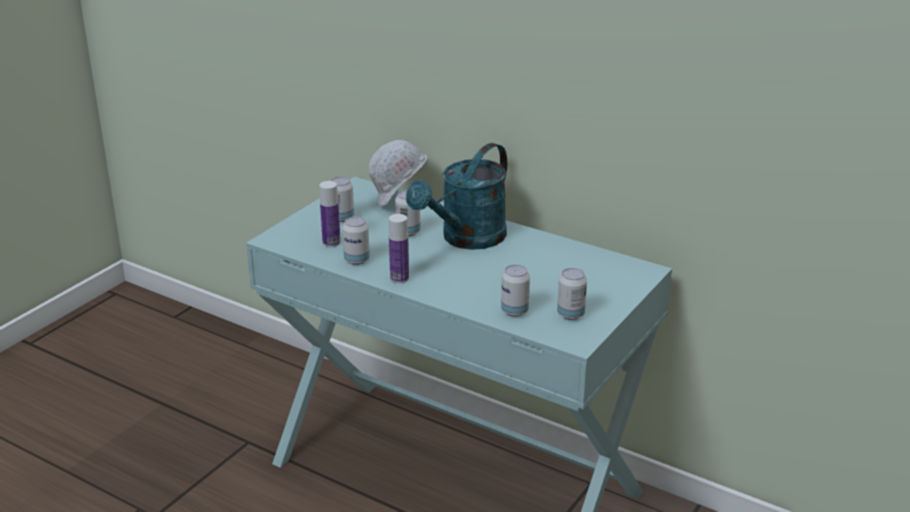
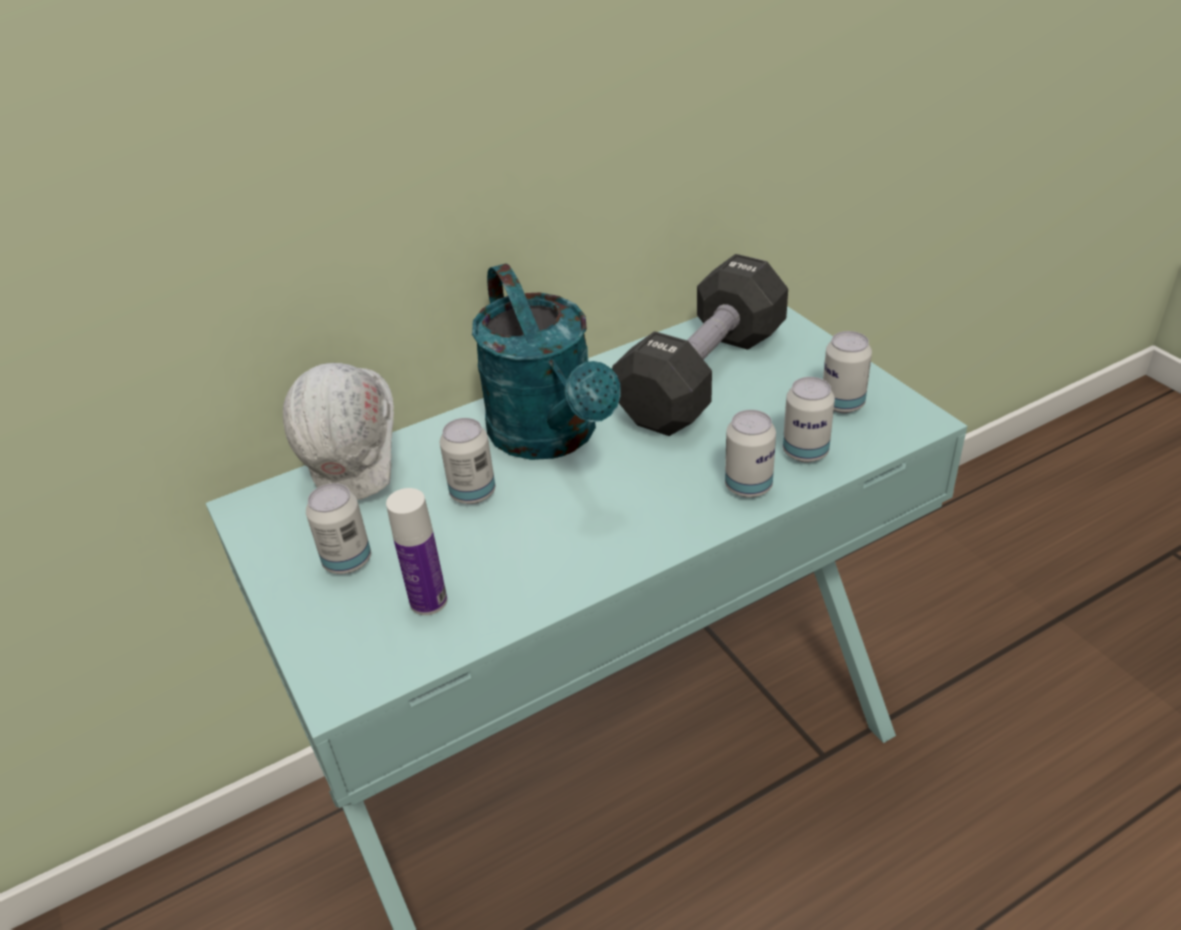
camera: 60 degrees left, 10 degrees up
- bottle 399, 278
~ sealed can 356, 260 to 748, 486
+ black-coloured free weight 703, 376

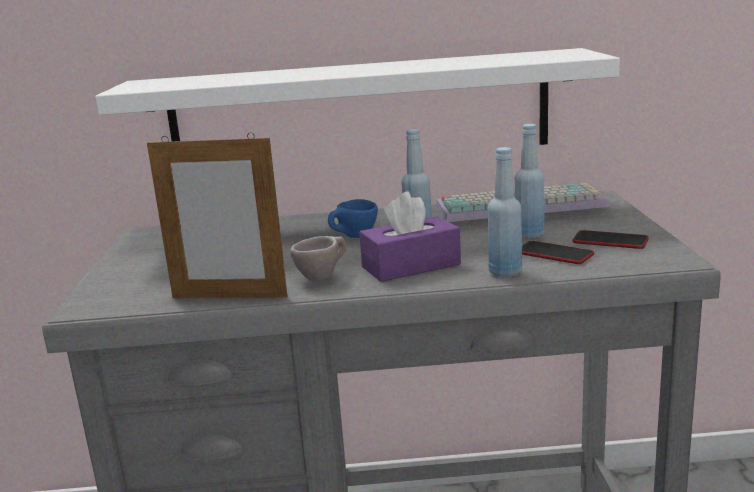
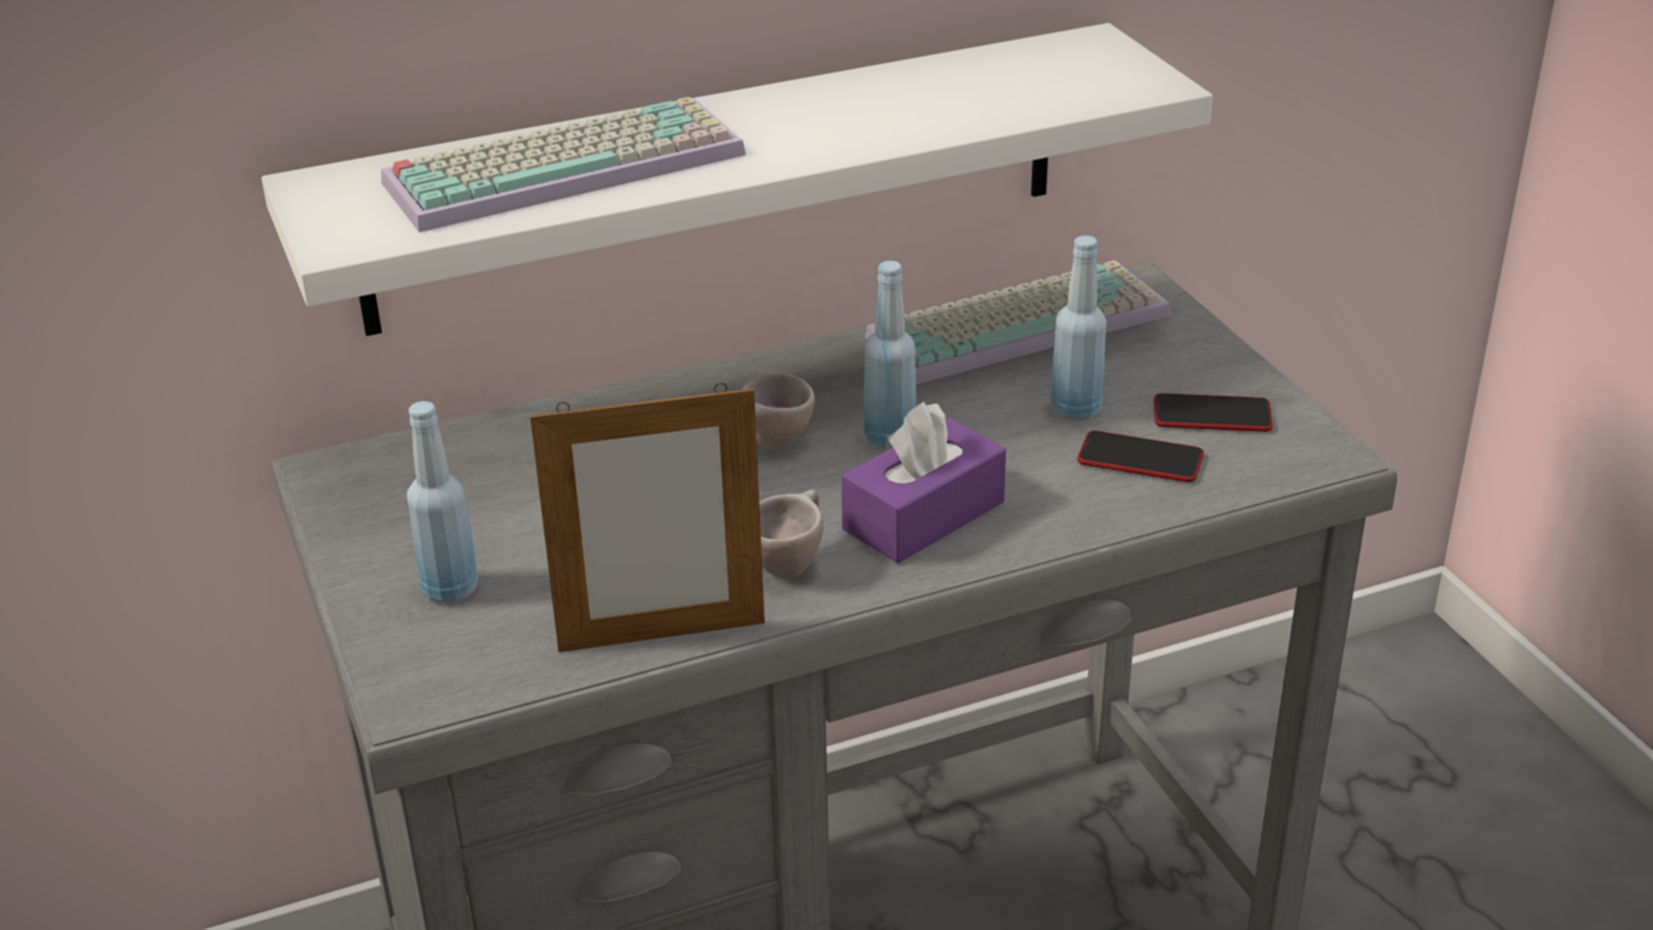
camera: 20 degrees left, 15 degrees up
~ bluish bottle 505, 272 to 450, 589
~ bluish drinking cup 353, 237 to sand-coloured drinking cup 771, 447
+ computer keyboard 567, 165

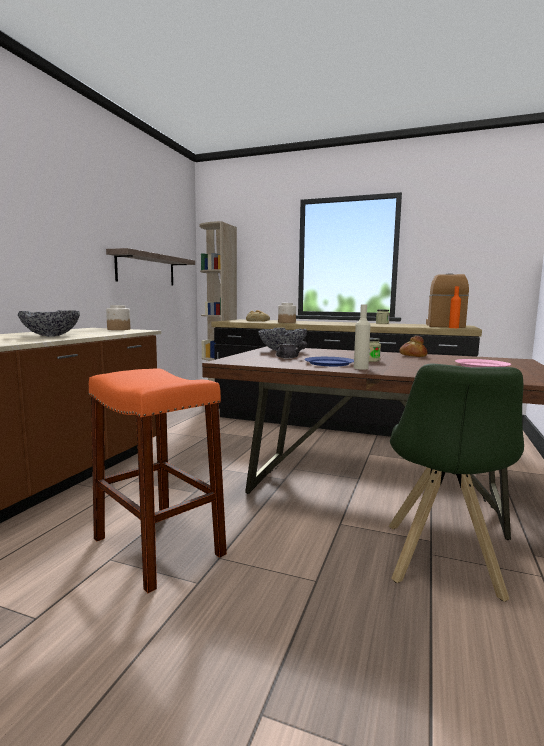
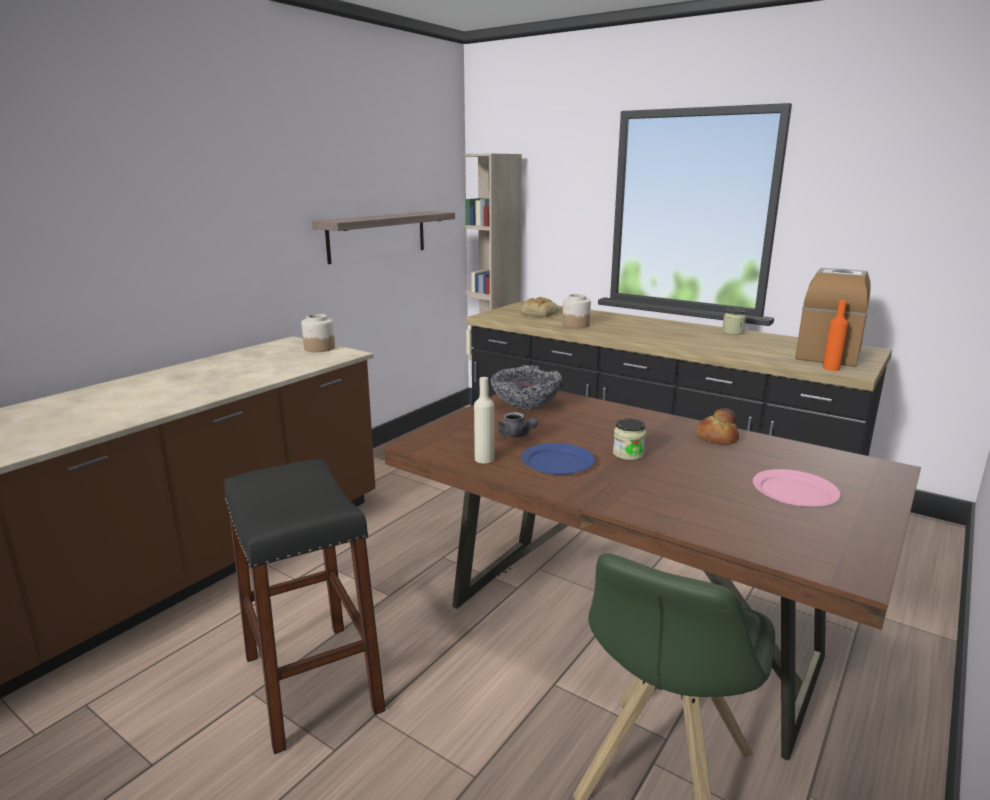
camera: 15 degrees right, 10 degrees up
~ sand-coloured bottle 361, 368 to 484, 459
- deep dish 50, 336
~ orange stool seat 158, 546 to black-coloured stool seat 312, 682

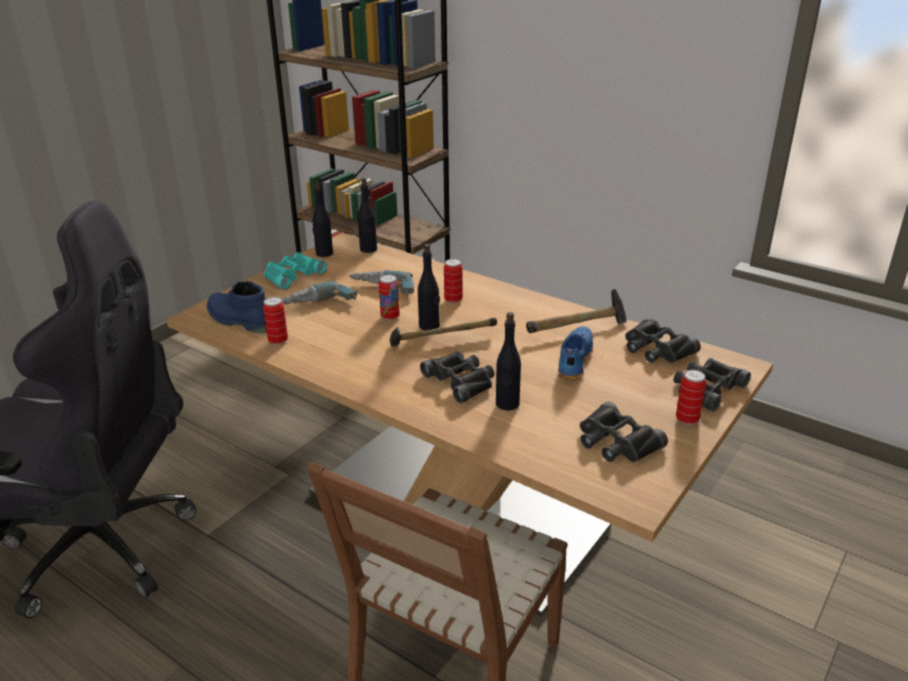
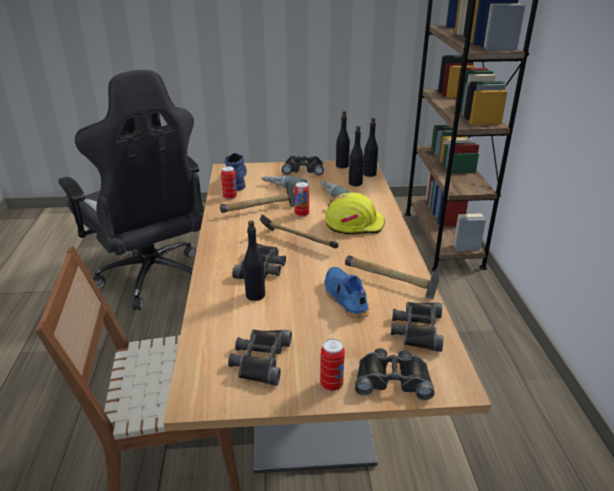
camera: 50 degrees right, 0 degrees up
~ black-coloured bottle 429, 326 to 355, 183
~ turquoise pair of binoculars 292, 275 to black-coloured pair of binoculars 303, 169
~ sealed can 453, 300 to yellow-coloured safety helmet 354, 224
~ bluish low shoe 573, 361 = 344, 299 90 degrees counterclockwise
+ tool hammer 261, 210

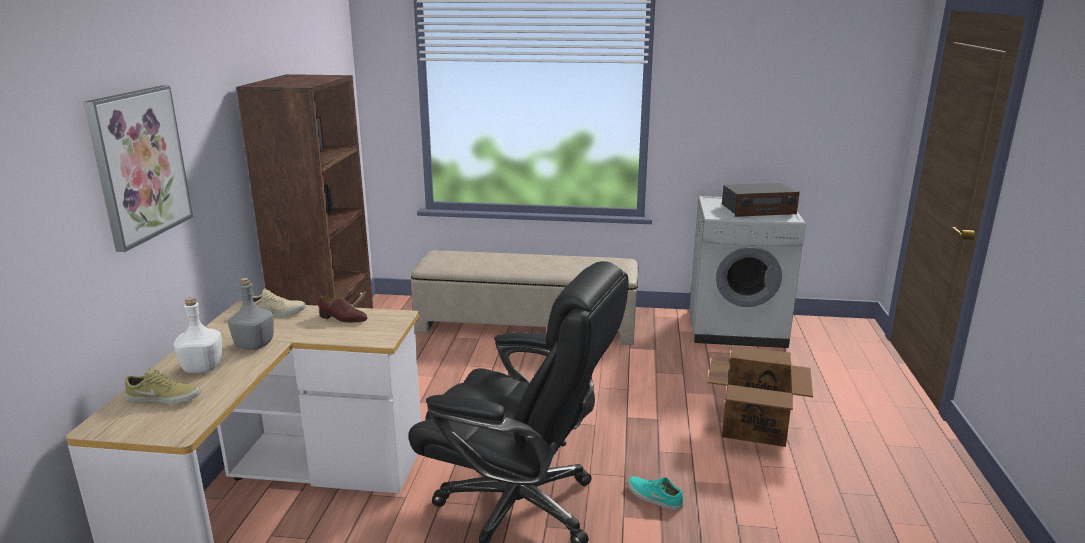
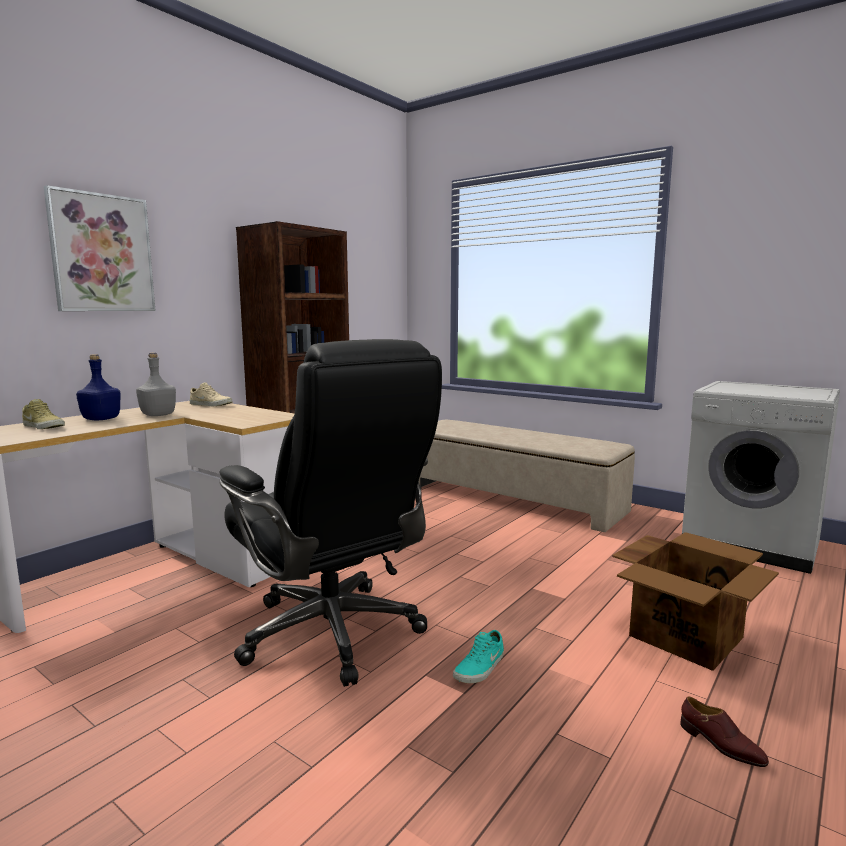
camera: 30 degrees right, 10 degrees down
- radio set 758, 209
~ brown low shoe 343, 318 to 721, 745
~ white bottle 202, 368 to bluish bottle 100, 419
~ turquoise low shoe 654, 497 = 480, 668 120 degrees counterclockwise

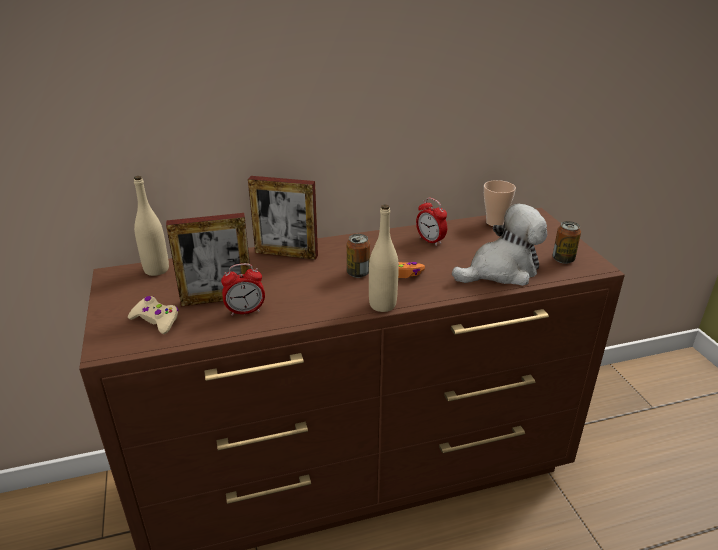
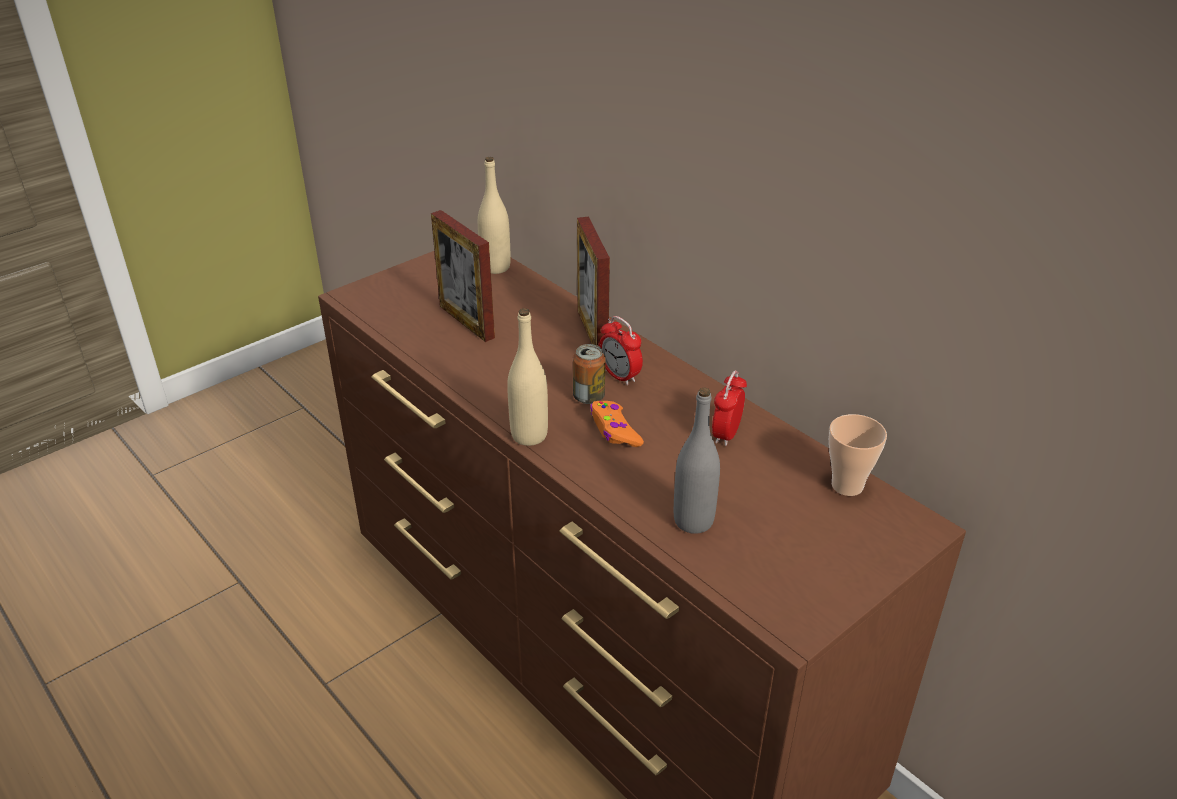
camera: 65 degrees right, 5 degrees up
~ cuddly toy 501, 271 to grey bottle 693, 521
- sealed can 563, 259
~ alarm clock 245, 311 to 620, 376
- sand-coloured gamepad 156, 320

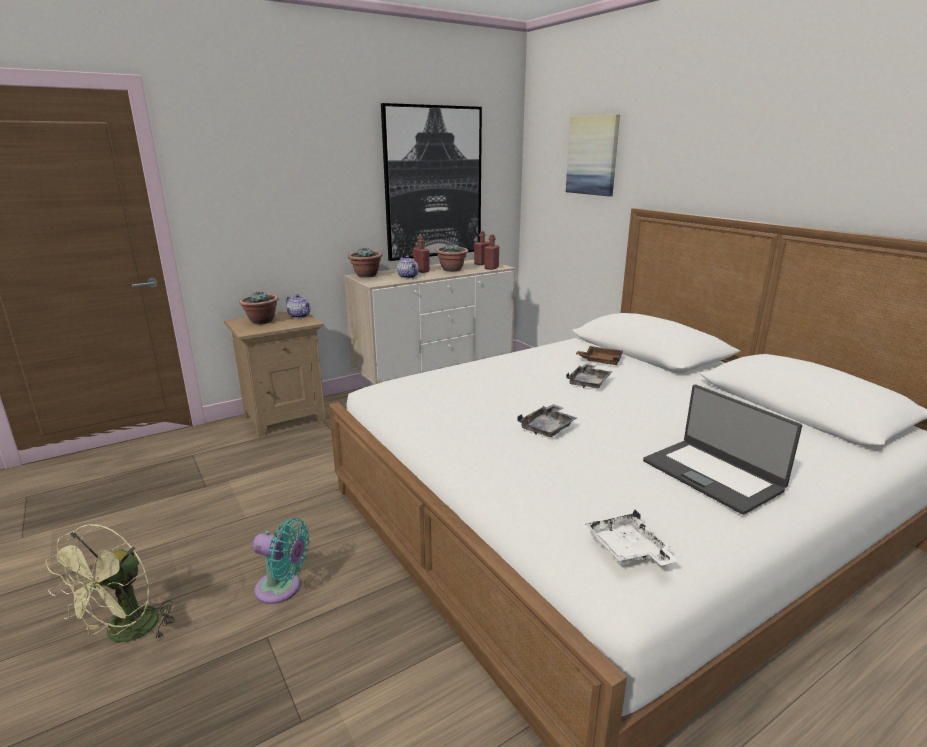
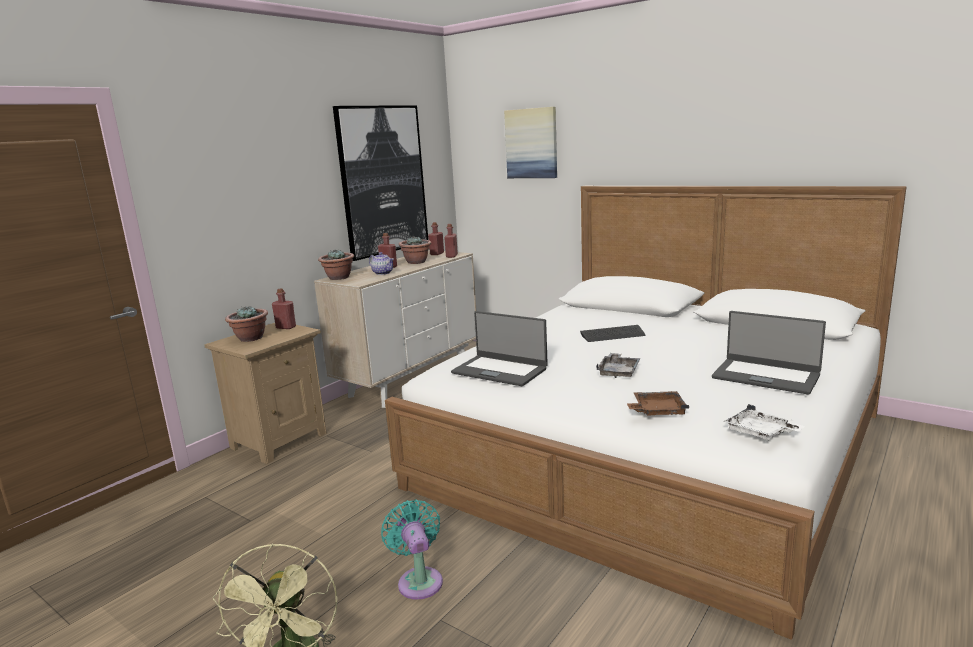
camera: 20 degrees left, 5 degrees down
~ pot for tea 300, 316 to reddish bottle 286, 327
~ brown carrying tray 601, 361 to 657, 411
~ grey carrying tray 589, 382 to computer keyboard 612, 335
~ turquoise cooling fan 282, 589 = 419, 580 105 degrees counterclockwise
+ laptop 500, 370

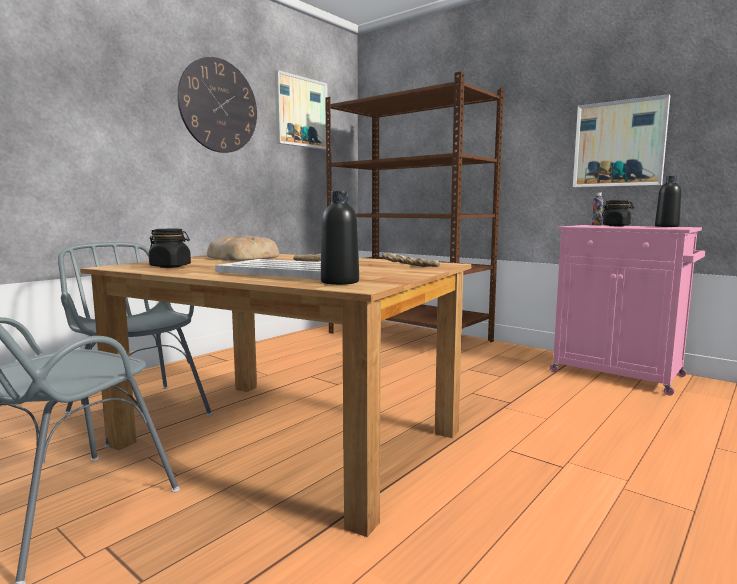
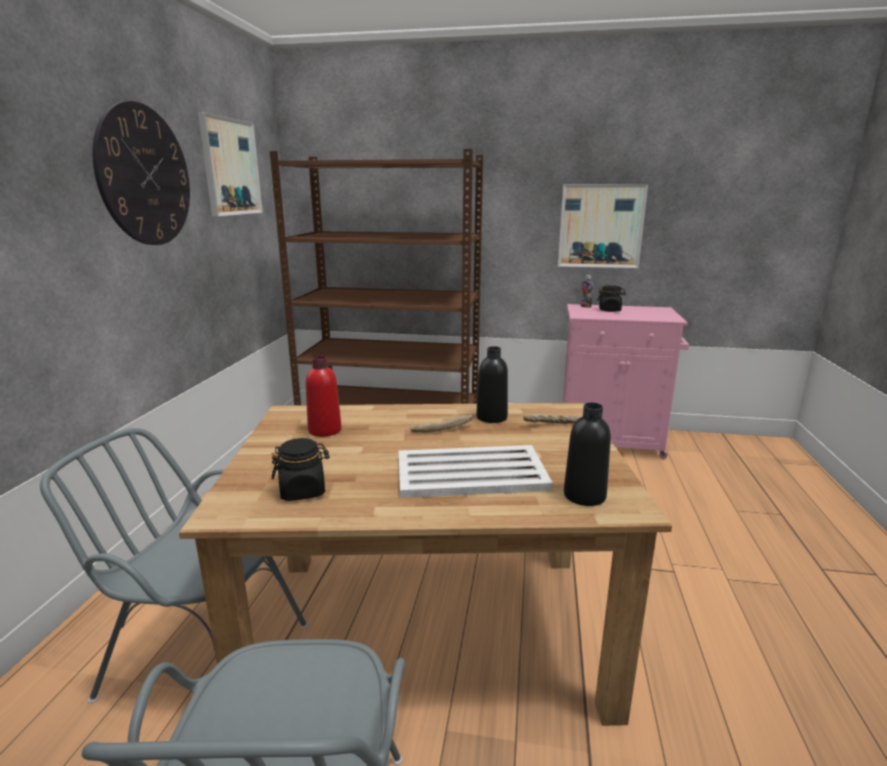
camera: 30 degrees left, 10 degrees up
~ black-coloured bottle 666, 226 to 491, 417
~ bread 243, 257 to reddish bottle 325, 430

